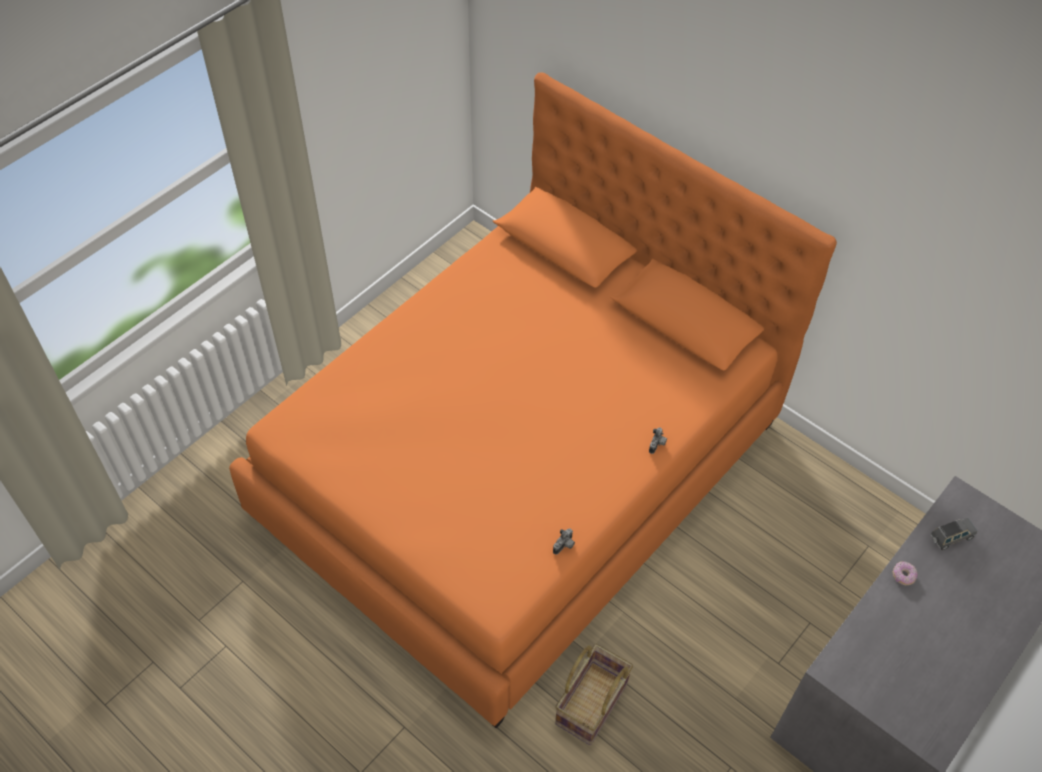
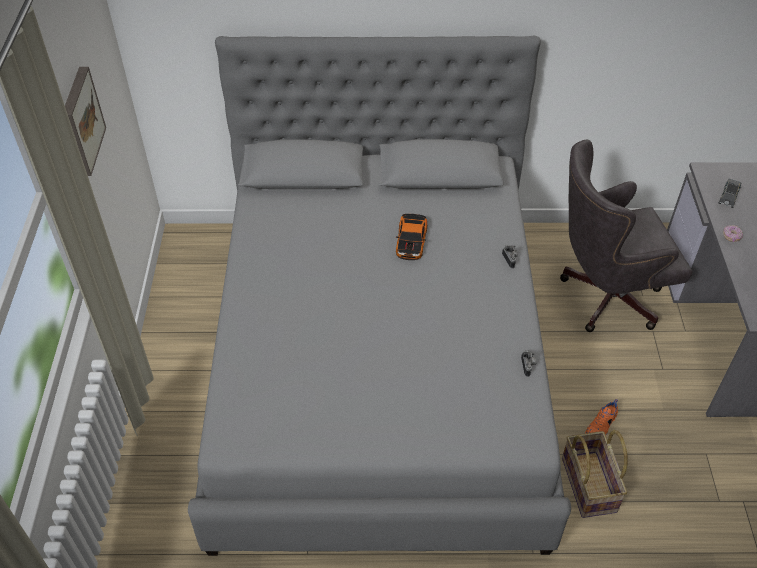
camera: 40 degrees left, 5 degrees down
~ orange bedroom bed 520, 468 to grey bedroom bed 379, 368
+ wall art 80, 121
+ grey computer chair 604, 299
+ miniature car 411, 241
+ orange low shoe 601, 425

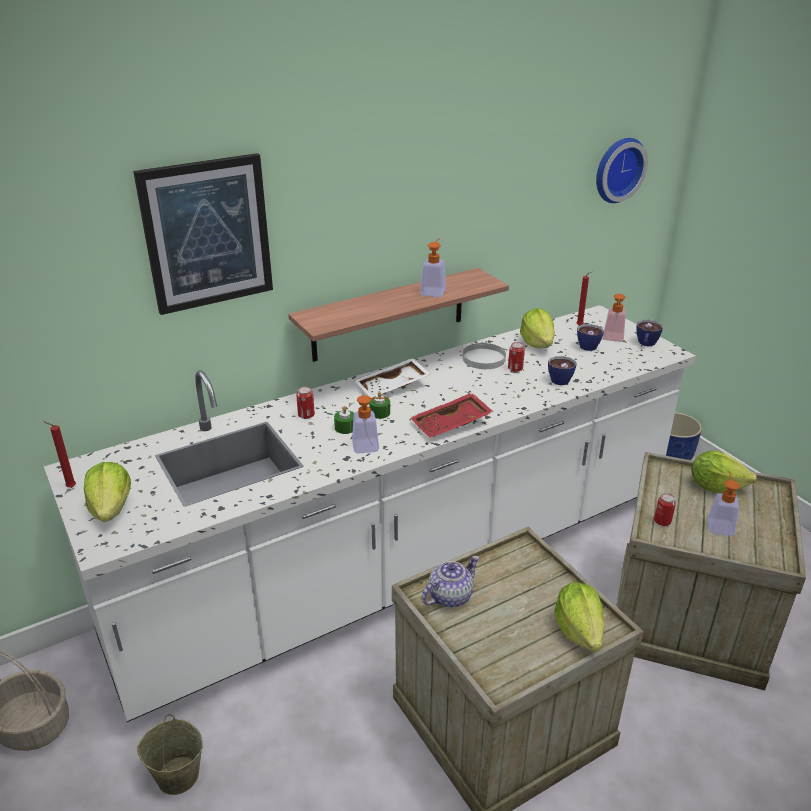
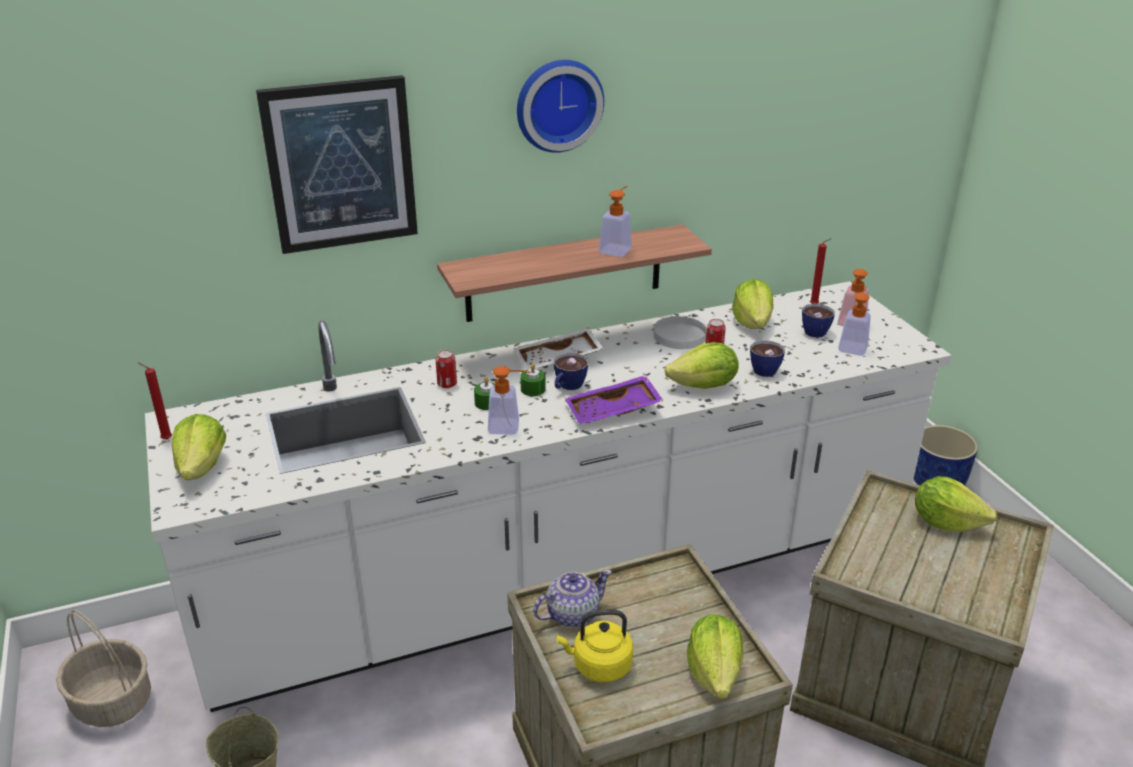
camera: 10 degrees right, 0 degrees up
~ wall clock 617, 169 to 557, 104
~ drinking cup 646, 344 to 567, 387
~ reddish carrying tray 452, 424 to purple-coloured carrying tray 613, 411
~ soap bottle 719, 524 to 853, 346
- sealed can 662, 521
+ lettuce 704, 386
+ yellow-coloured kettle 599, 666

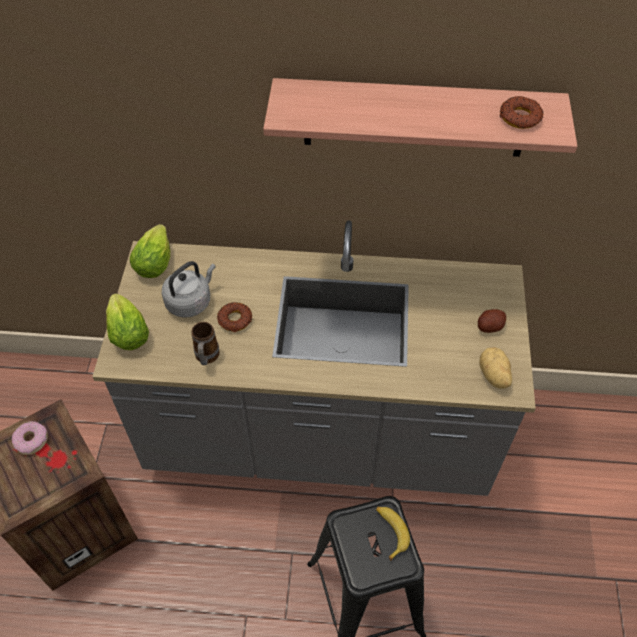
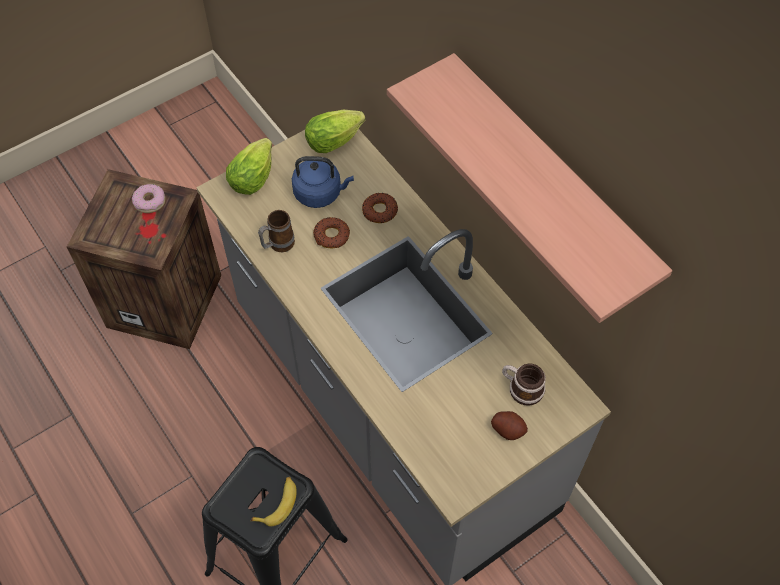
camera: 50 degrees right, 5 degrees up
~ doughnut 520, 117 to 379, 211
~ grey kettle 190, 301 to bluish kettle 320, 193
- whole potato 493, 376
+ tea mug 521, 387

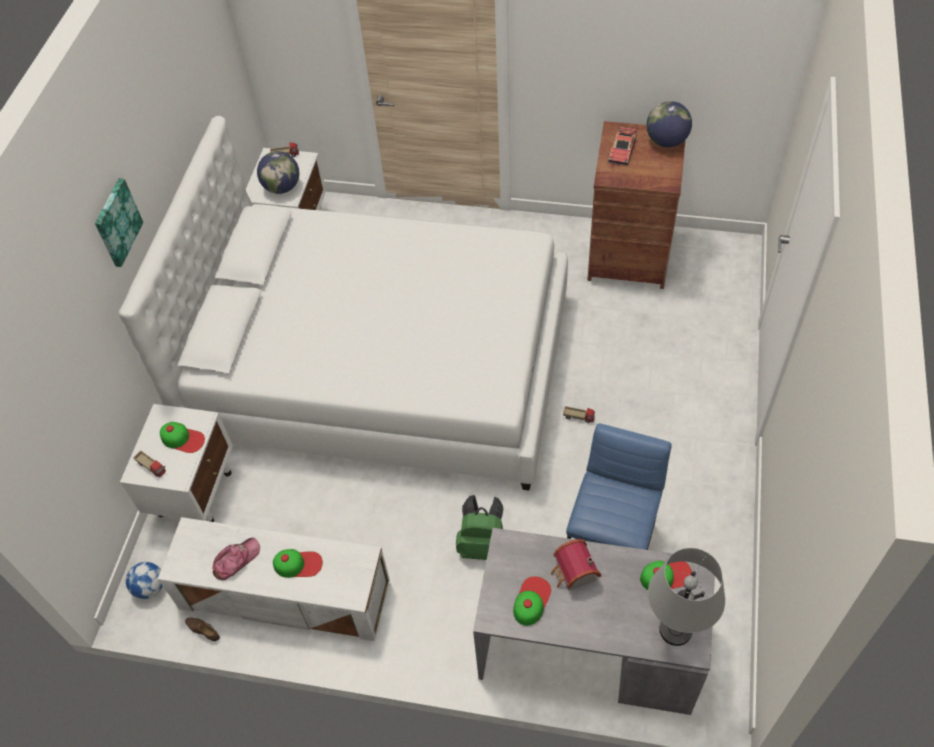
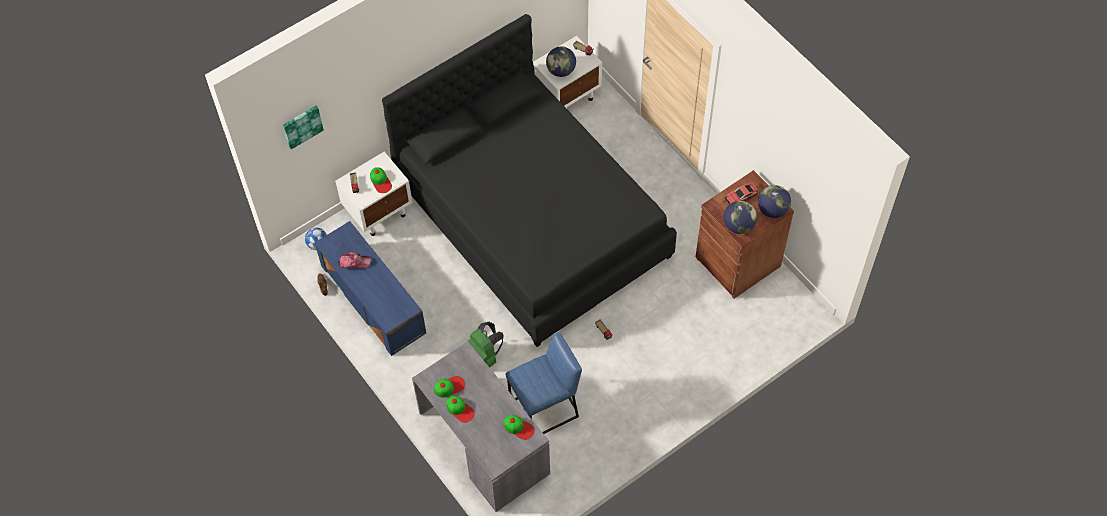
camera: 40 degrees right, 5 degrees up
~ white bedroom bed 381, 366 to black-coloured bedroom bed 532, 218
~ wall art 116, 222 to 302, 126
~ white long seat 282, 595 to bluish long seat 371, 299
- miniature house 574, 574
- grey lamp for a table 675, 630
~ cap 298, 564 to 460, 409
+ globe 738, 226

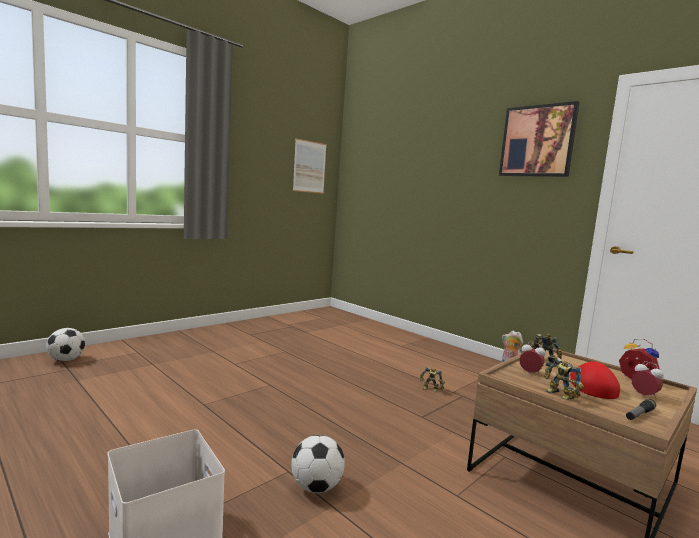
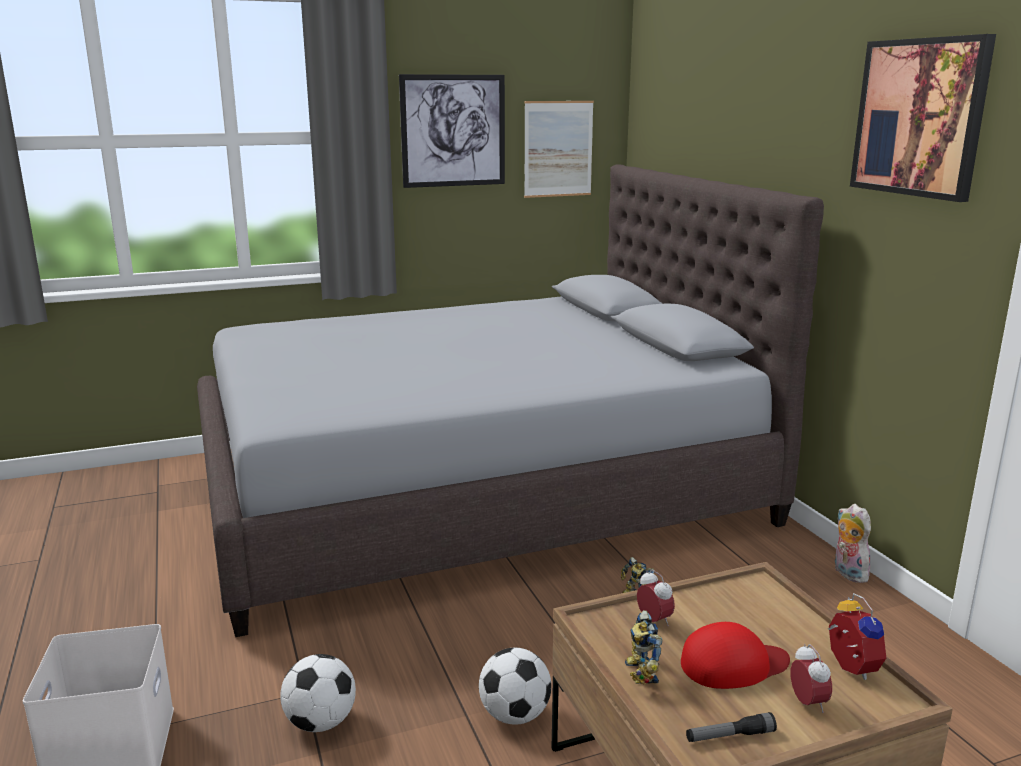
camera: 25 degrees right, 10 degrees up
~ football 66, 360 to 515, 715
- model robot 545, 362
~ reddish cap 591, 385 = 733, 664 45 degrees clockwise
+ wall art 453, 131
+ grey bedroom bed 477, 490

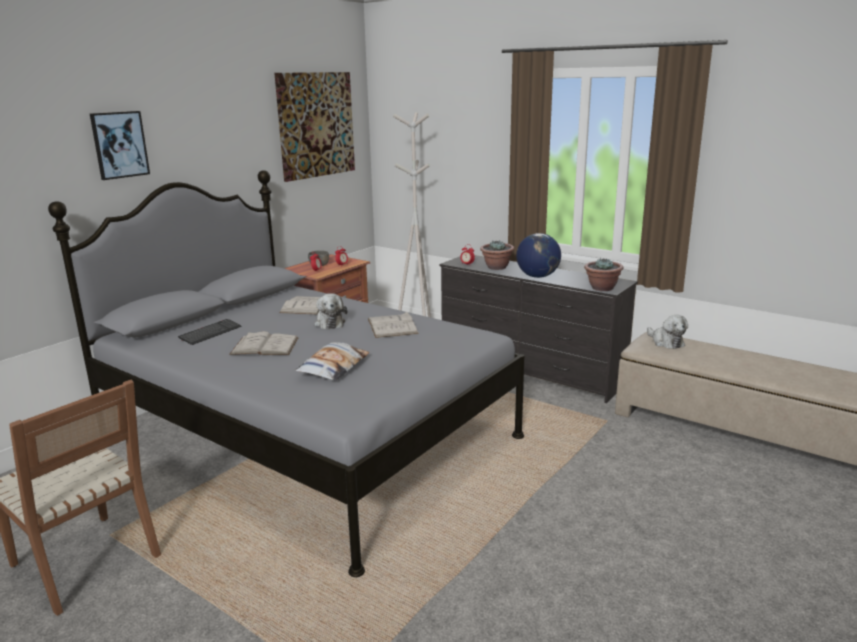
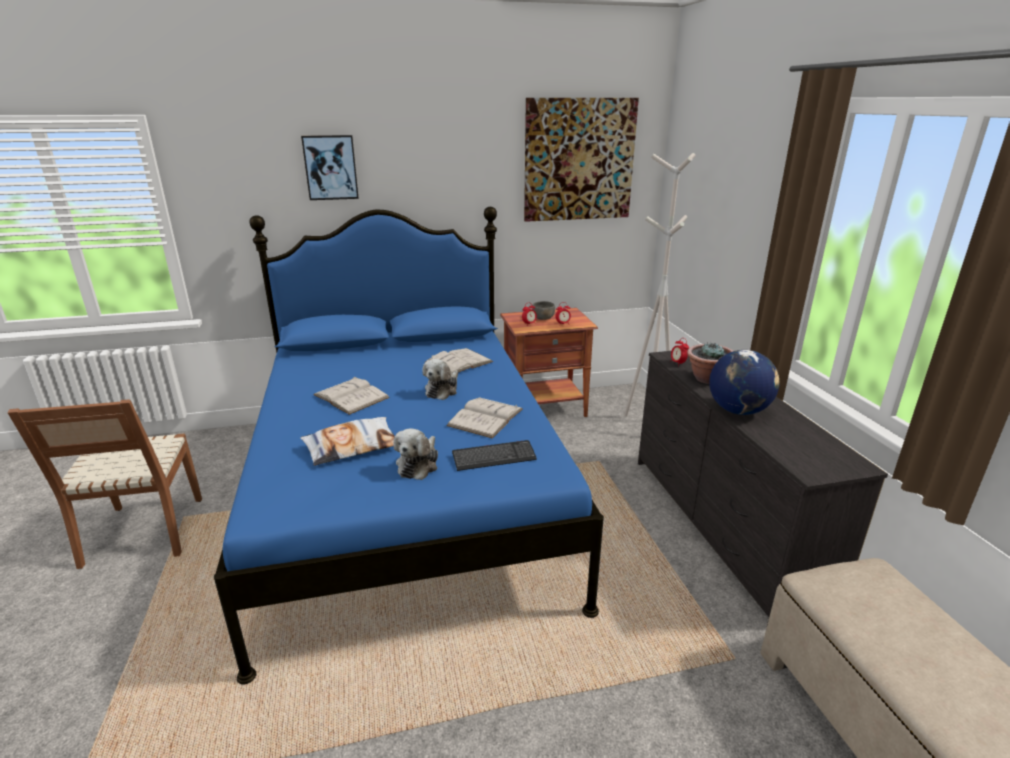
camera: 40 degrees right, 5 degrees up
~ grey bedroom bed 308, 436 to bluish bedroom bed 408, 497
- plant in a pot 602, 288
~ cuddly toy 666, 342 to 418, 464
~ computer keyboard 210, 333 to 494, 457

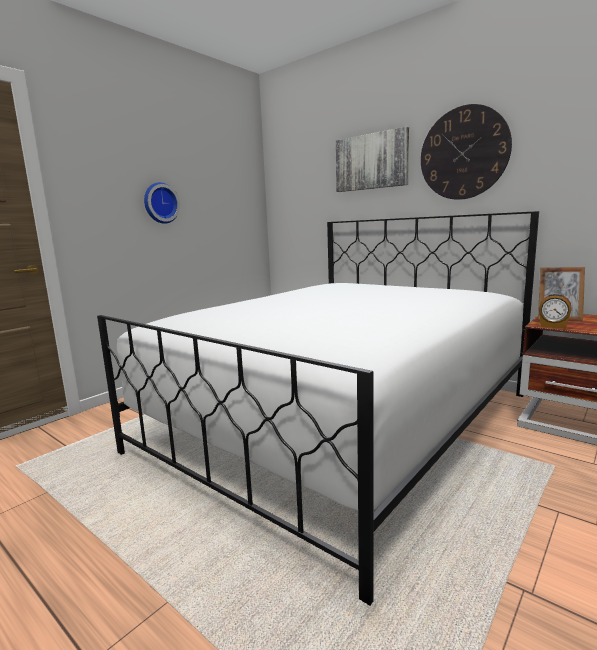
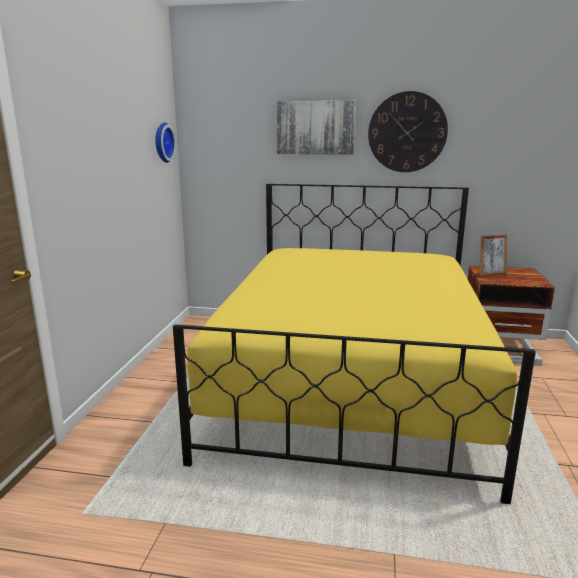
camera: 30 degrees left, 5 degrees up
~ wall clock 160, 203 to 162, 142
~ white bedroom bed 342, 421 to yellow-coloured bedroom bed 350, 383
- alarm clock 553, 326

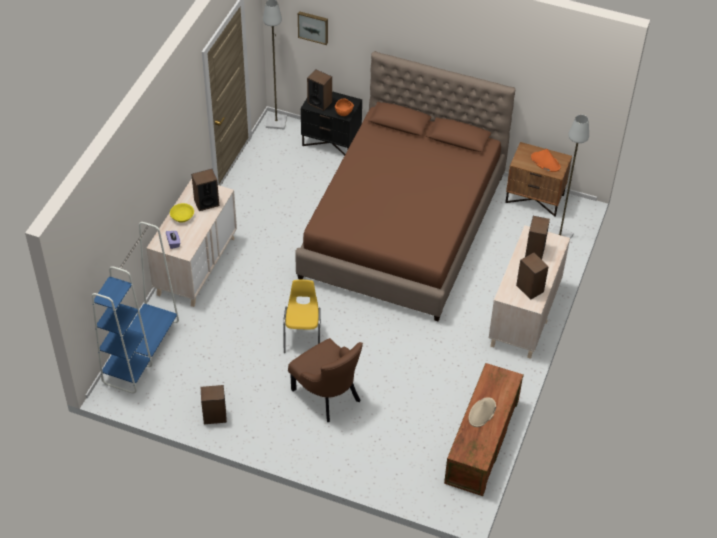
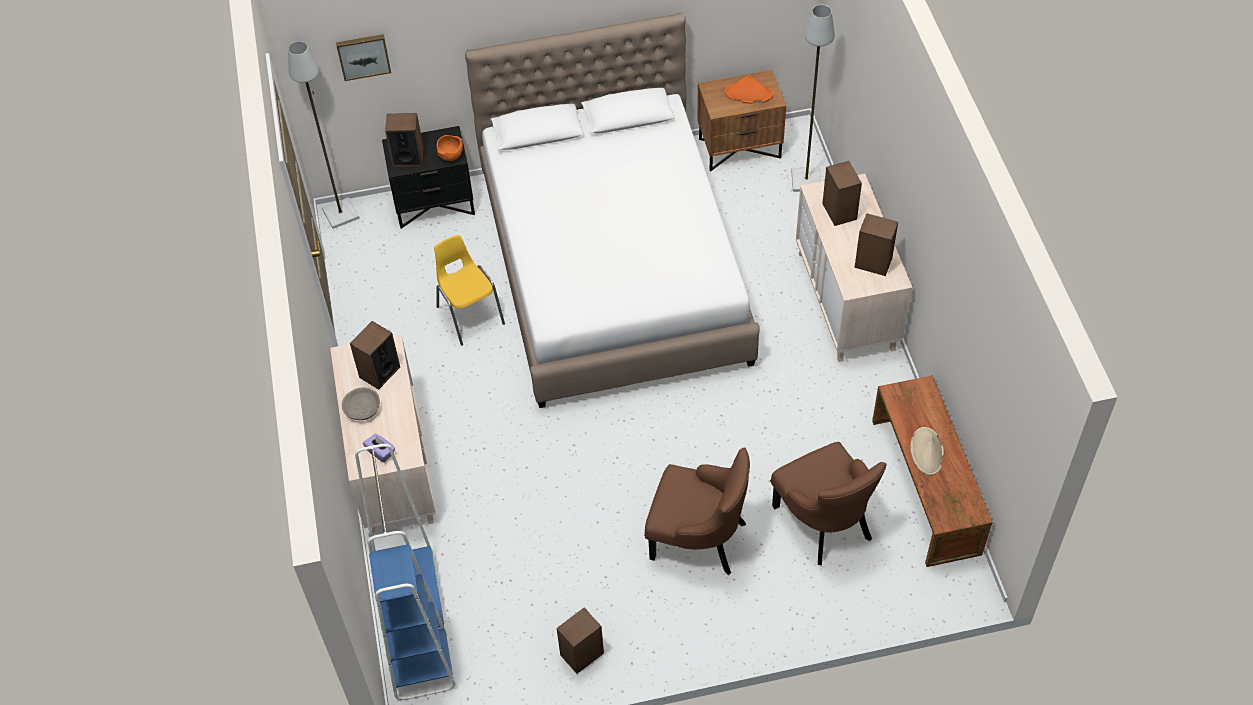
camera: 30 degrees left, 5 degrees up
~ brown bedroom bed 404, 226 to white bedroom bed 614, 266
~ yellow-coloured deep dish 182, 216 to grey deep dish 362, 409
~ yellow-coloured plain chair 303, 337 to 469, 315
+ brown plain chair 822, 520

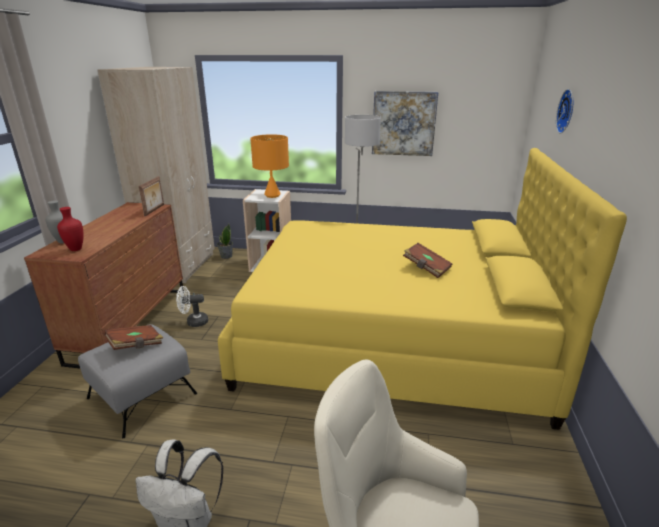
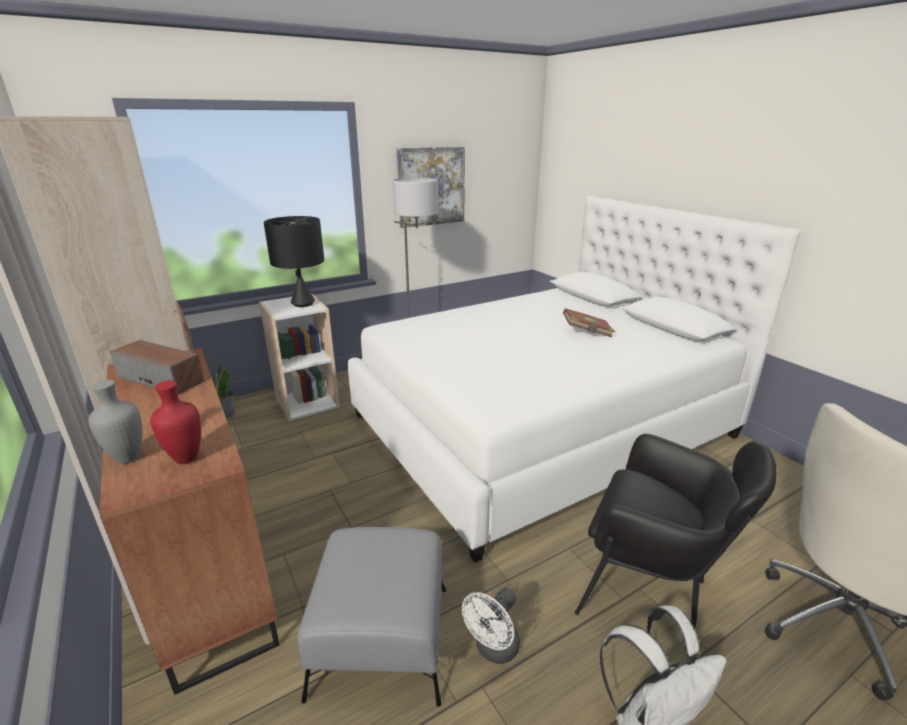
camera: 40 degrees left, 0 degrees up
- wall clock 568, 111
~ orange lamp for a table 272, 196 to black-coloured lamp for a table 303, 304
~ yellow-coloured bedroom bed 390, 338 to white bedroom bed 541, 425
~ white cooling fan 193, 322 to 493, 650
- brown bound book 136, 345
+ speaker 161, 379
+ black-coloured easy chair 650, 589

